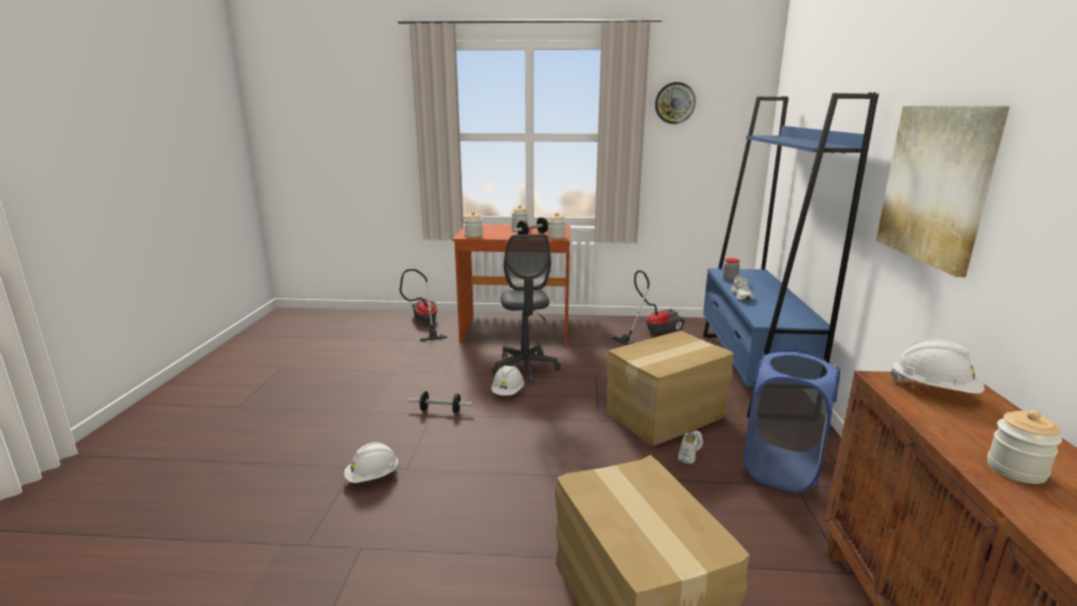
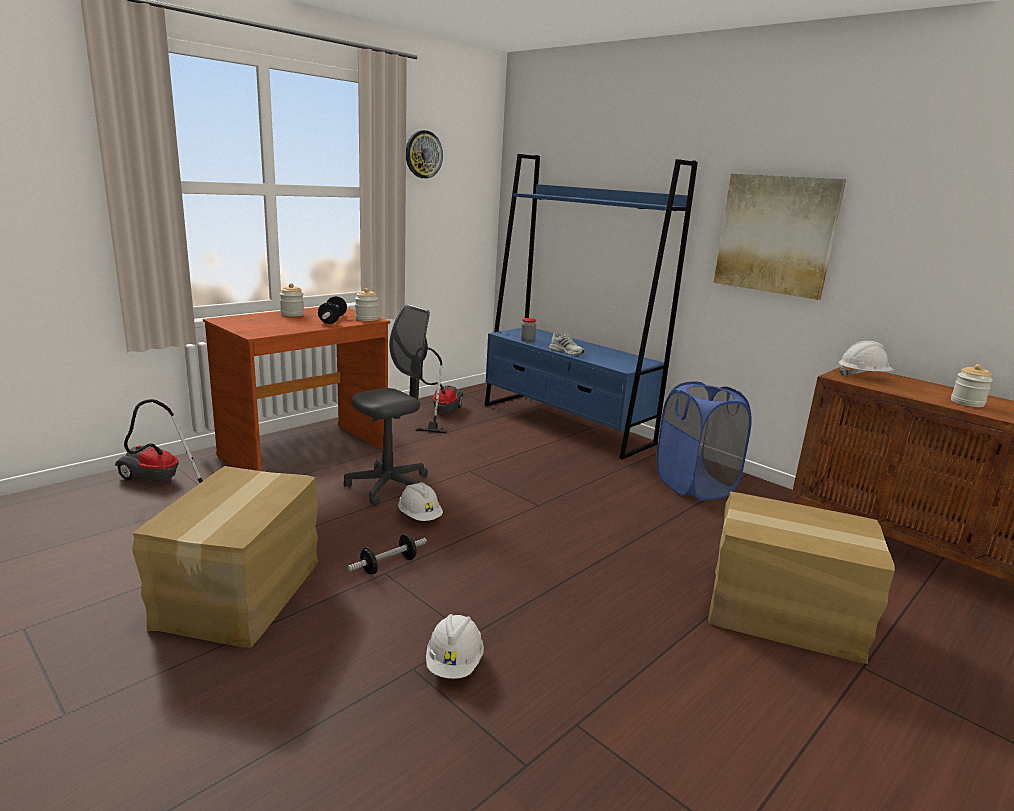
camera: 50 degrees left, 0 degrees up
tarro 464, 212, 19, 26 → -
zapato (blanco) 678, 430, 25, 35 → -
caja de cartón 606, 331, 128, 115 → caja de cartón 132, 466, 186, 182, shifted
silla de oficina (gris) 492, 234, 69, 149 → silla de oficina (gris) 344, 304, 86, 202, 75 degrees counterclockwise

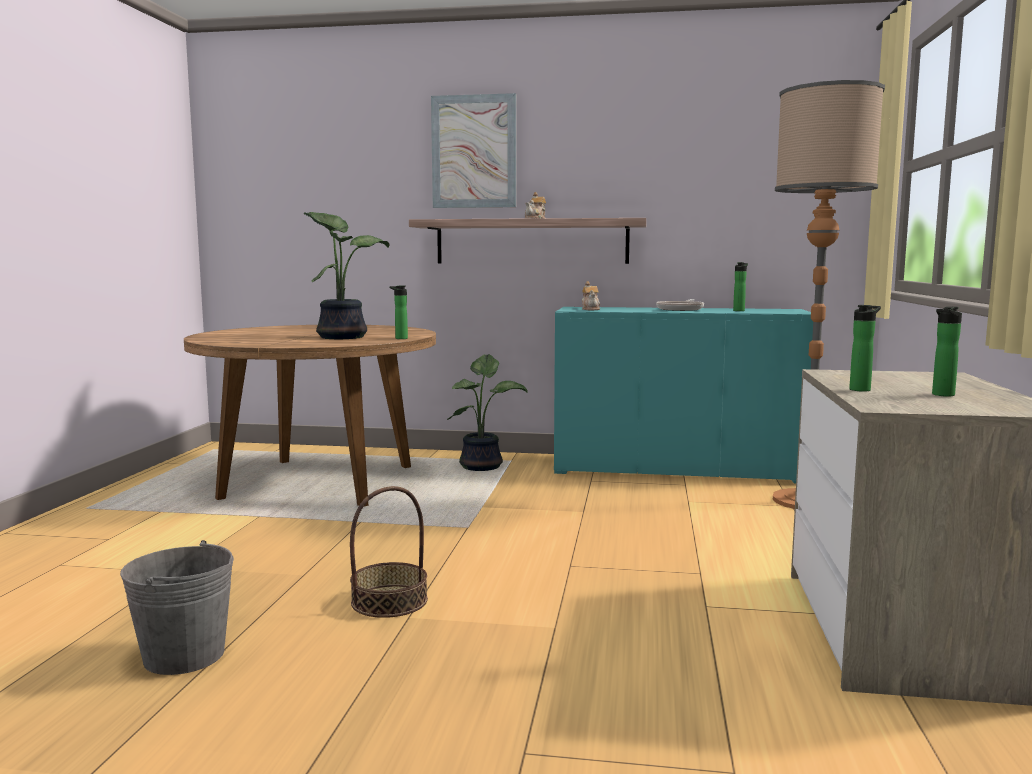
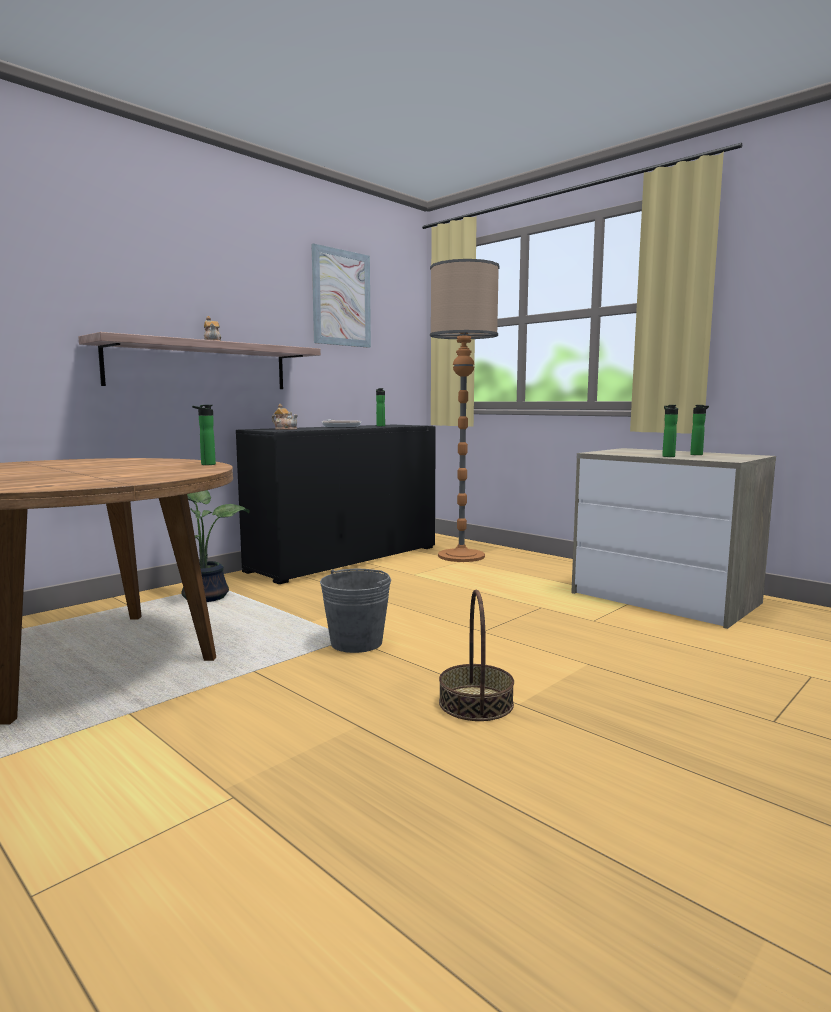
camera: 55 degrees left, 0 degrees up
planta en maceta 303, 212, 87, 127 → -
cubo (gris) 120, 540, 114, 135 → cubo (gris) 320, 569, 71, 84, shifted
cuadro 431, 93, 85, 115 → cuadro 311, 243, 60, 105, shifted
armario (turquesa) 554, 307, 259, 176 → armario (negro) 236, 425, 200, 159

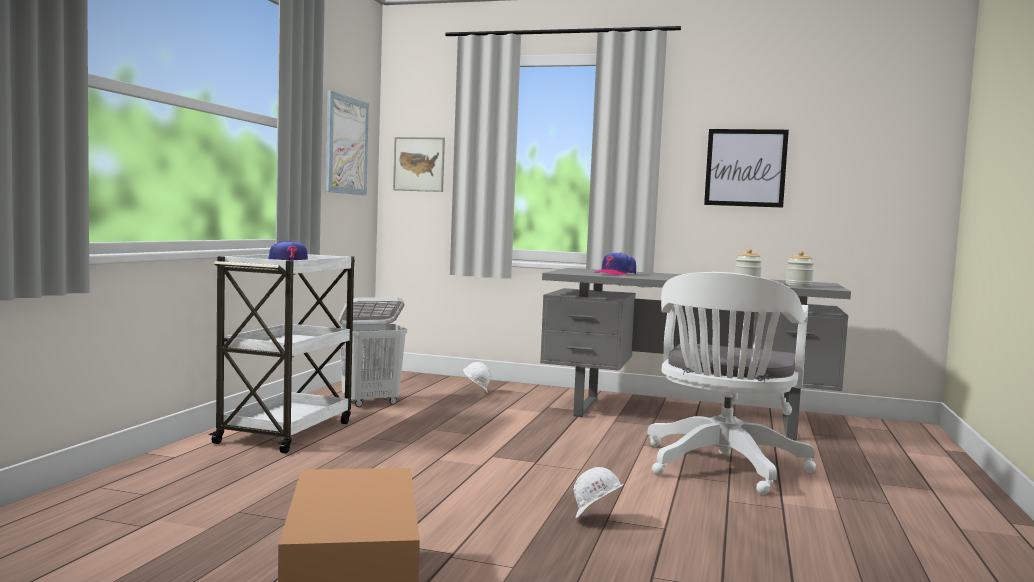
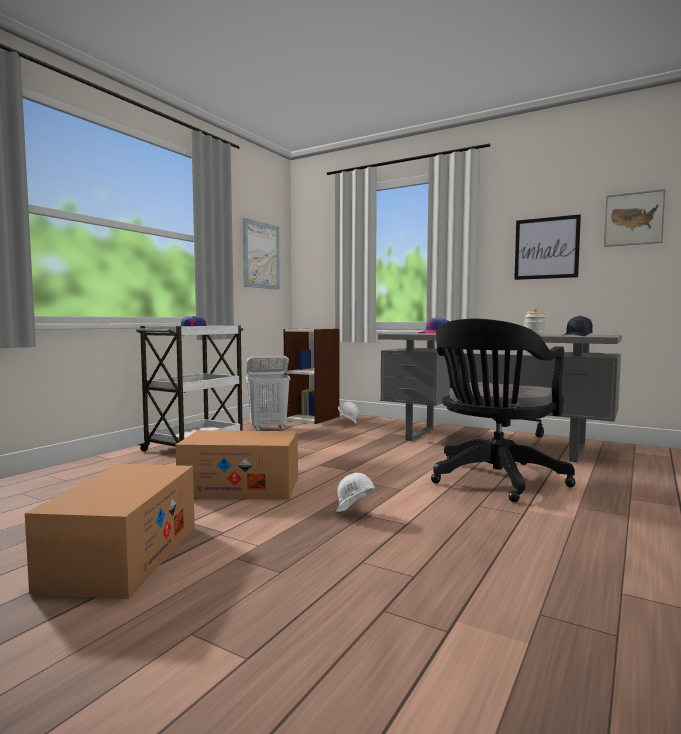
camera: 15 degrees right, 0 degrees up
- → caja de cartón 175, 430, 123, 69
- → estantería 284, 328, 56, 96
cuadro 393, 137, 52, 55 → cuadro 604, 189, 61, 58, shifted
tarro 786, 251, 28, 35 → gorra (negro) 564, 316, 29, 20
silla de oficina (blanco) 647, 272, 169, 223 → silla de oficina (negro) 431, 319, 145, 183

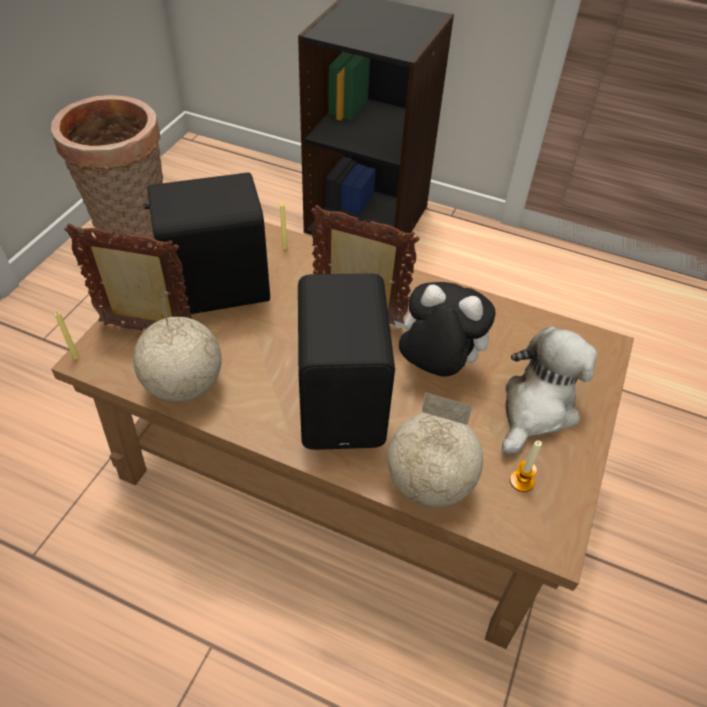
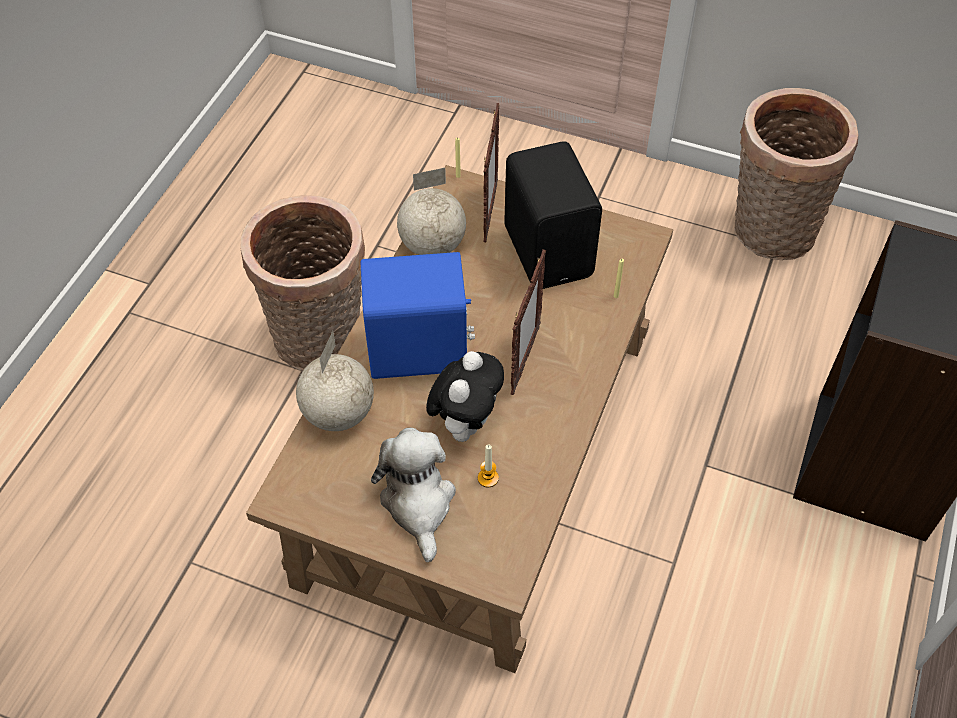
camera: 90 degrees right, 5 degrees up
- → cesta 240, 195, 125, 175
vela 510, 440, 32, 52 → vela 478, 445, 21, 43, shifted
altavoz (negro) 298, 273, 97, 177 → altavoz (azul) 361, 252, 114, 127
peluche 502, 326, 95, 129 → peluche 371, 428, 85, 134, 135 degrees counterclockwise

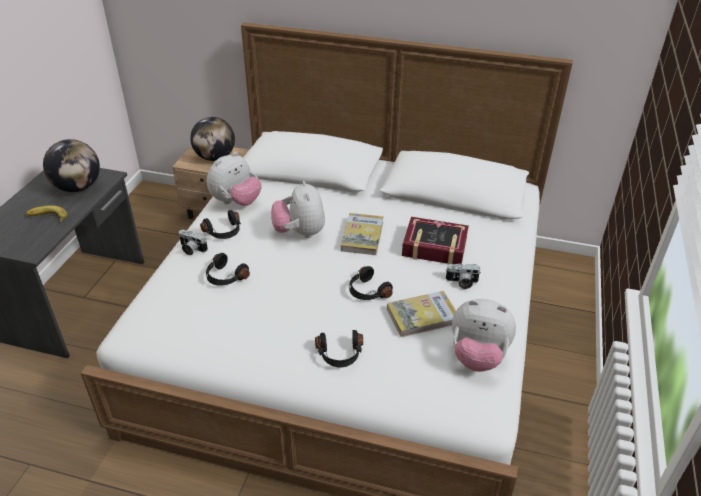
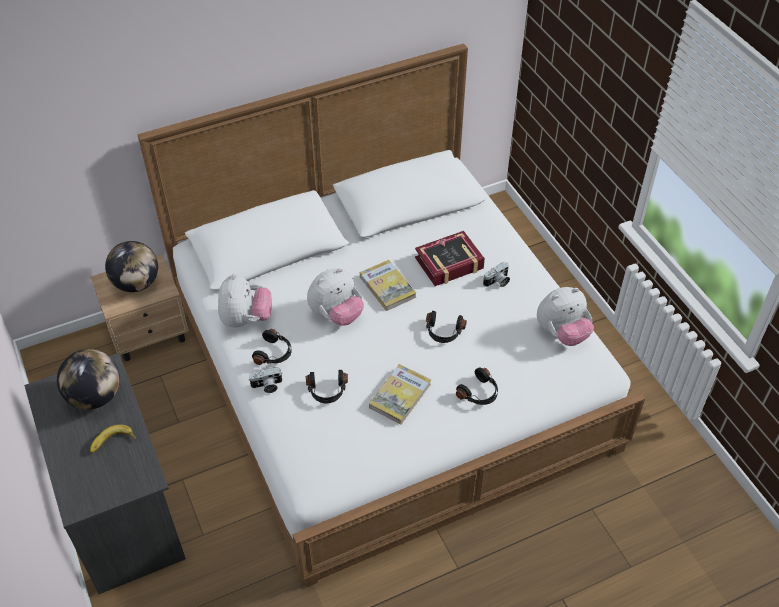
camera: 40 degrees left, 10 degrees up
libro 387, 291, 69, 46 → libro 369, 364, 62, 61, shifted
peluche 271, 181, 54, 57 → peluche 307, 268, 57, 58, 75 degrees counterclockwise

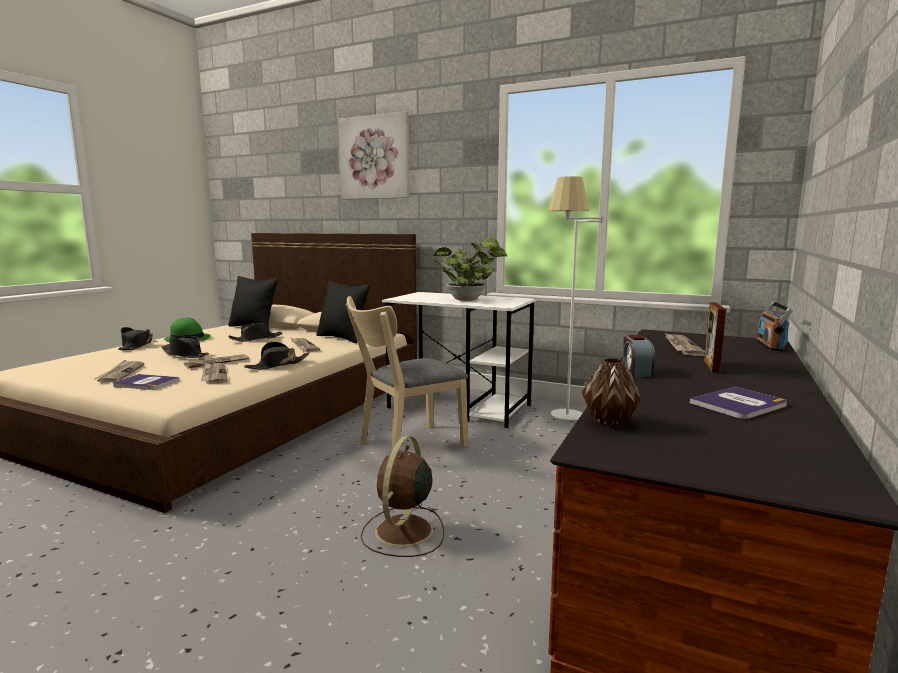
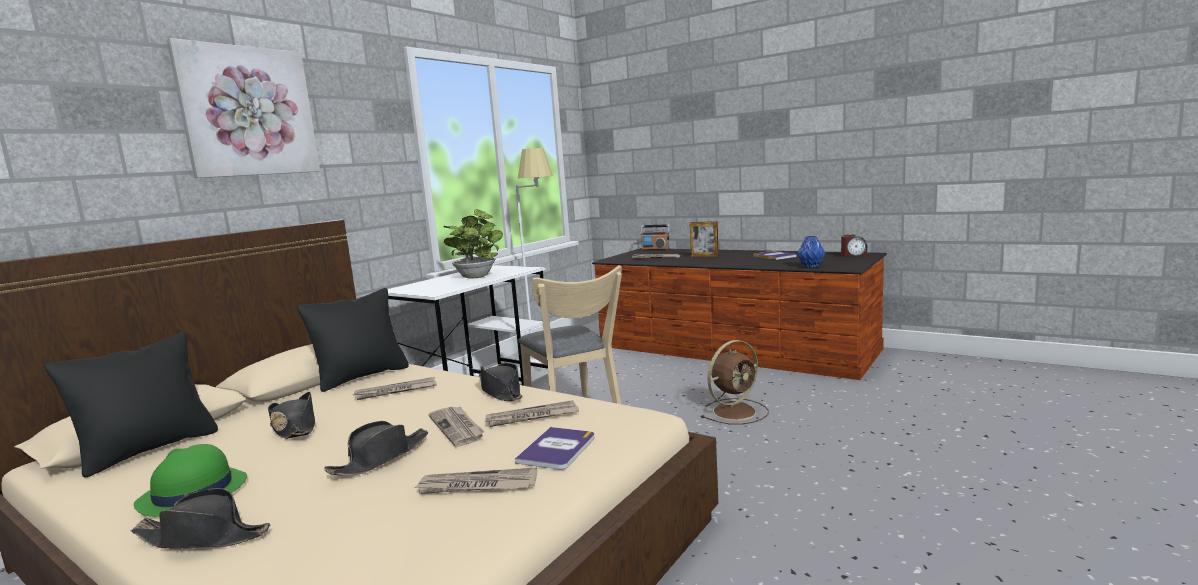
camera: 80 degrees left, 0 degrees up
despertador 622, 335, 33, 42 → despertador 841, 235, 26, 22, shifted
florero (marrón) 582, 358, 59, 69 → florero (azul) 797, 236, 28, 32
ventilador (marrón) 361, 436, 83, 121 → ventilador (marrón) 701, 340, 68, 85, 60 degrees counterclockwise

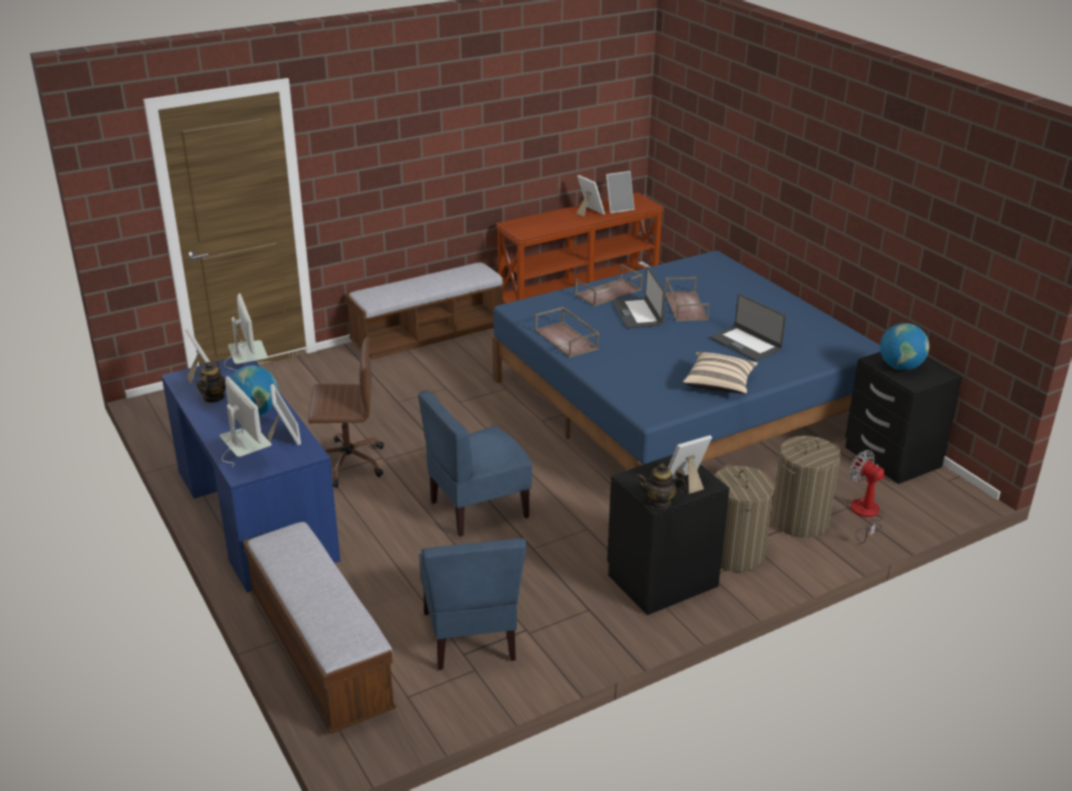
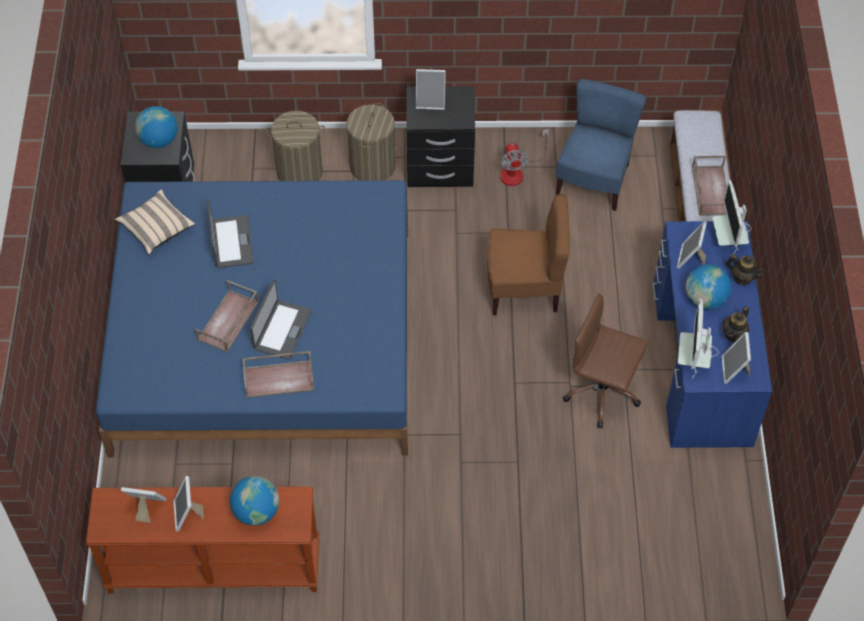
camera: 150 degrees left, 25 degrees up
banco 345, 262, 159, 98 → -
- → globo terráqueo 230, 476, 49, 50
bandeja (marrón) 535, 307, 64, 51 → bandeja (marrón) 692, 156, 35, 60, shifted
tetera 636, 463, 51, 46 → tetera 725, 254, 41, 31, shifted
cojín (beis) 683, 352, 75, 42 → cojín (beis) 115, 189, 80, 66, shifted
ventilador 849, 450, 35, 94 → ventilador 500, 129, 49, 57, shifted
silla (azul) 418, 391, 114, 146 → silla (marrón) 487, 194, 83, 121

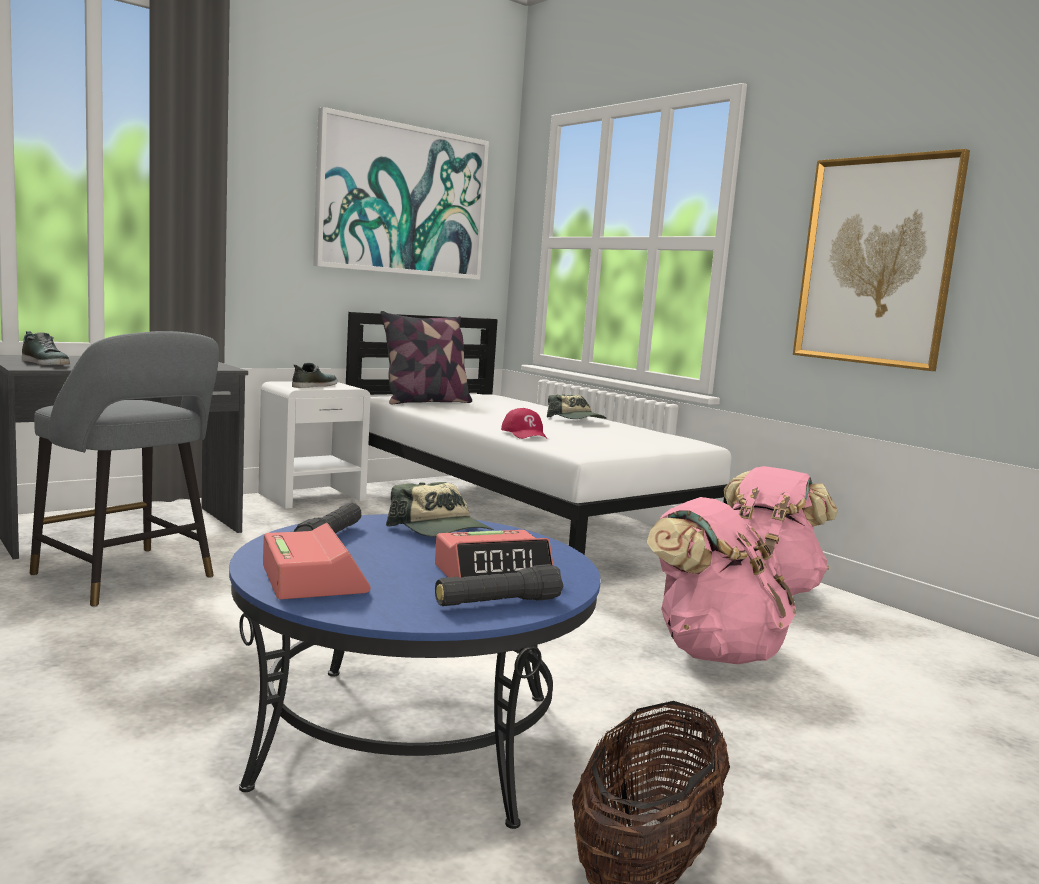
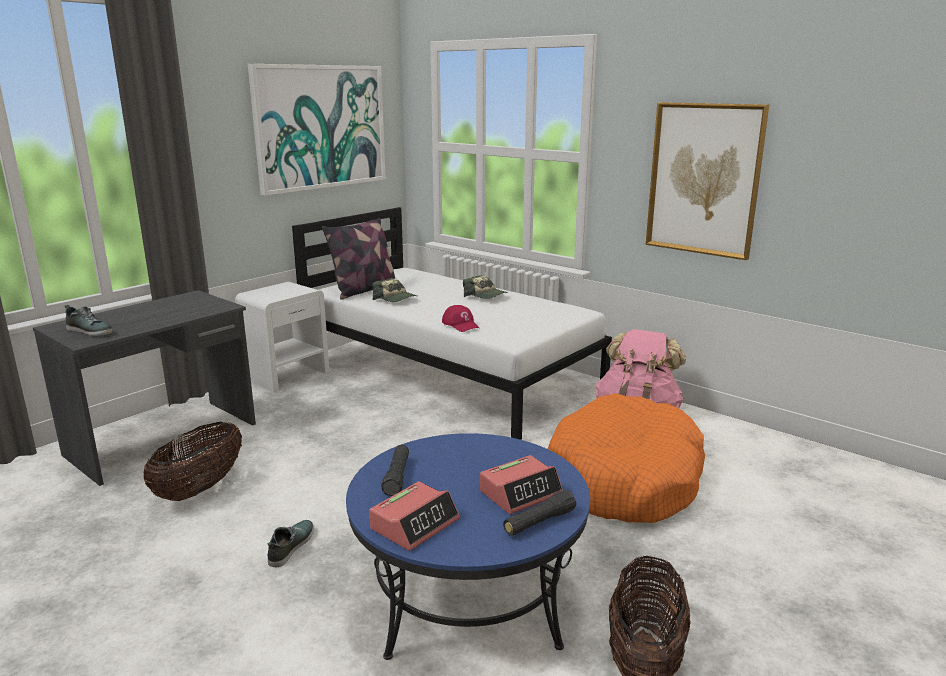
camera: 10 degrees left, 10 degrees up
zapato 292, 363, 45, 25 → zapato 268, 520, 46, 47, shifted
gorra 386, 482, 108, 55 → gorra 372, 278, 45, 24, shifted
taburete (gris) 30, 331, 189, 276 → cesta 143, 421, 99, 80
mochila (rosa) 647, 497, 149, 167 → cama para perro (naranja) 548, 393, 157, 130
despertador 263, 523, 108, 76 → despertador 369, 482, 91, 69, 75 degrees clockwise

